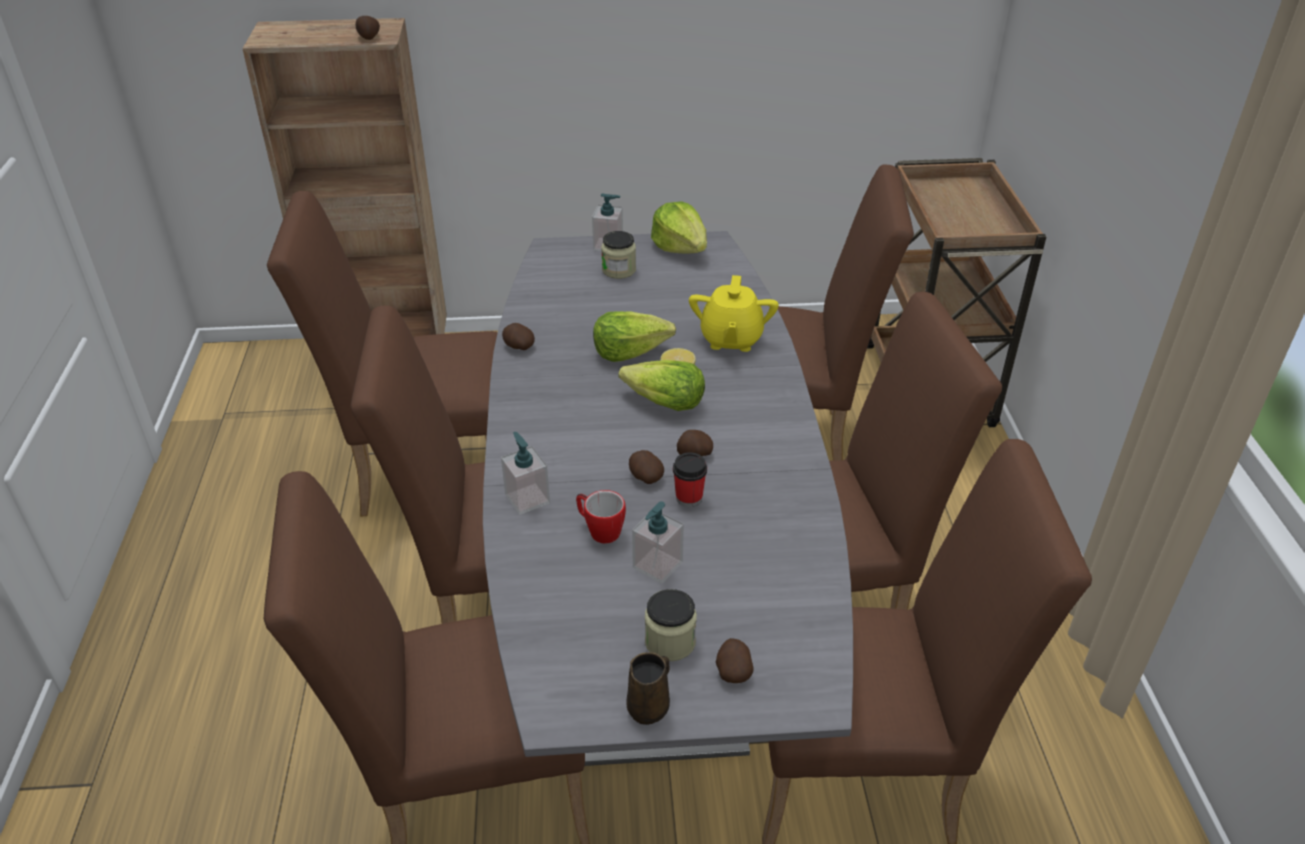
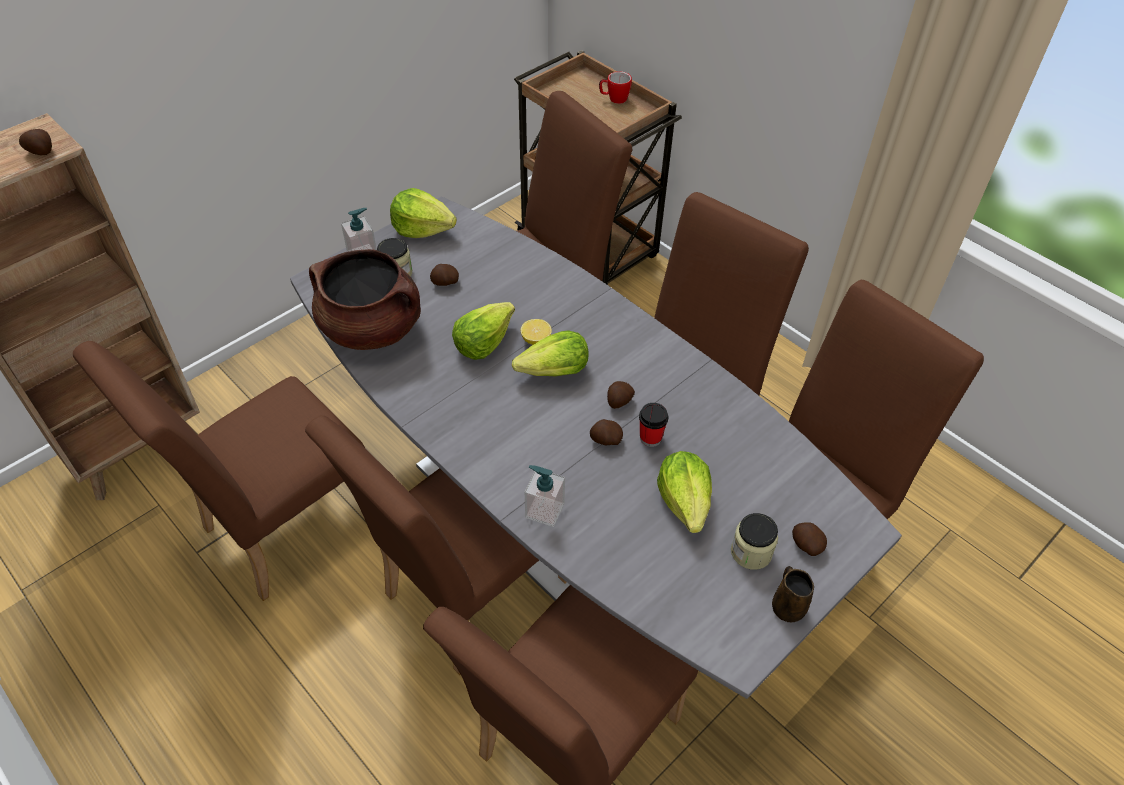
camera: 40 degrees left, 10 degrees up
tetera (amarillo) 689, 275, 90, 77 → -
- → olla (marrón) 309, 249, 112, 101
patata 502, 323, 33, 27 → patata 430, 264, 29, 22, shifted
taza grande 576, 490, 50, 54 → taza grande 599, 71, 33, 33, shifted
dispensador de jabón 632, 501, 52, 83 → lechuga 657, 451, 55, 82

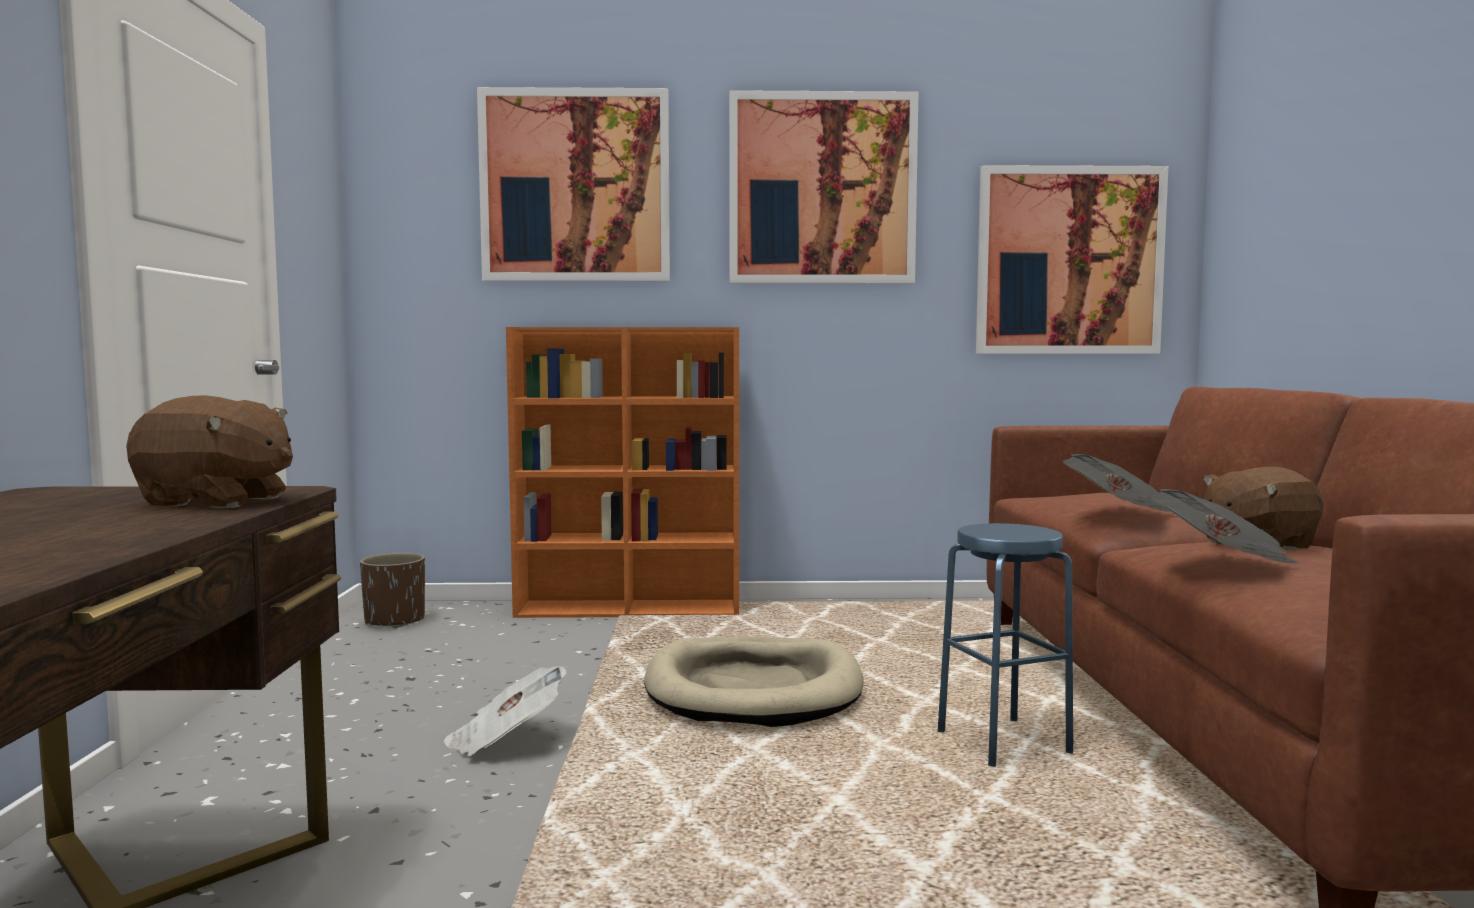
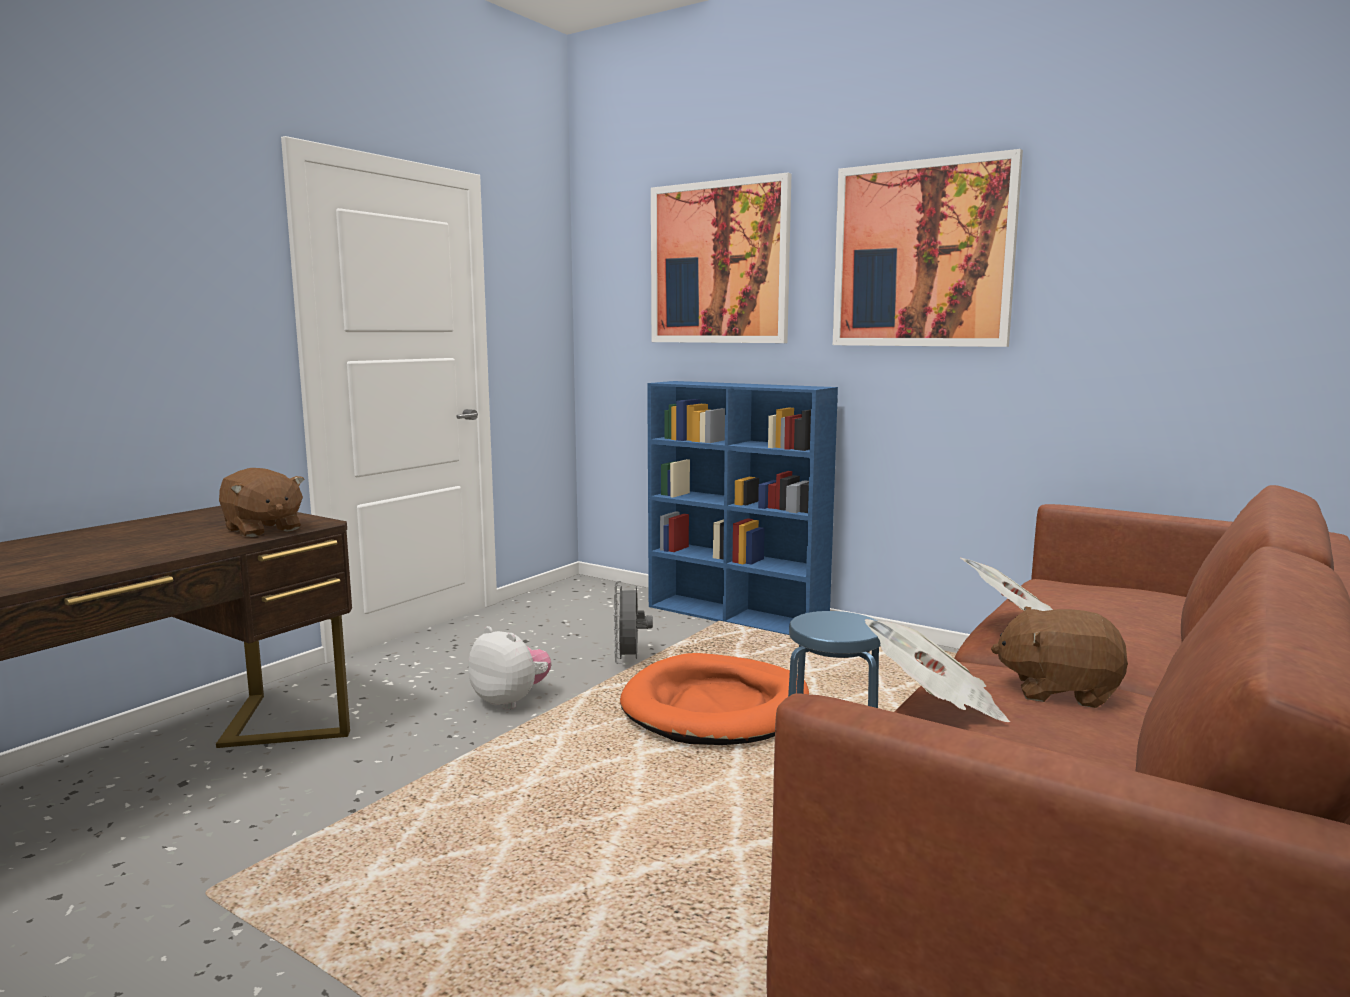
camera: 35 degrees right, 5 degrees up
maceta (marrón) 360, 553, 65, 76 → -
cuadro 976, 165, 192, 189 → -
- → ventilador (gris) 614, 581, 39, 83
periódico 443, 666, 124, 90 → peluche 468, 626, 83, 84
estantería (naranja) 506, 327, 233, 291 → estantería (azul) 647, 381, 191, 254
cama para perro (beis) 644, 636, 220, 91 → cama para perro (naranja) 620, 653, 189, 92

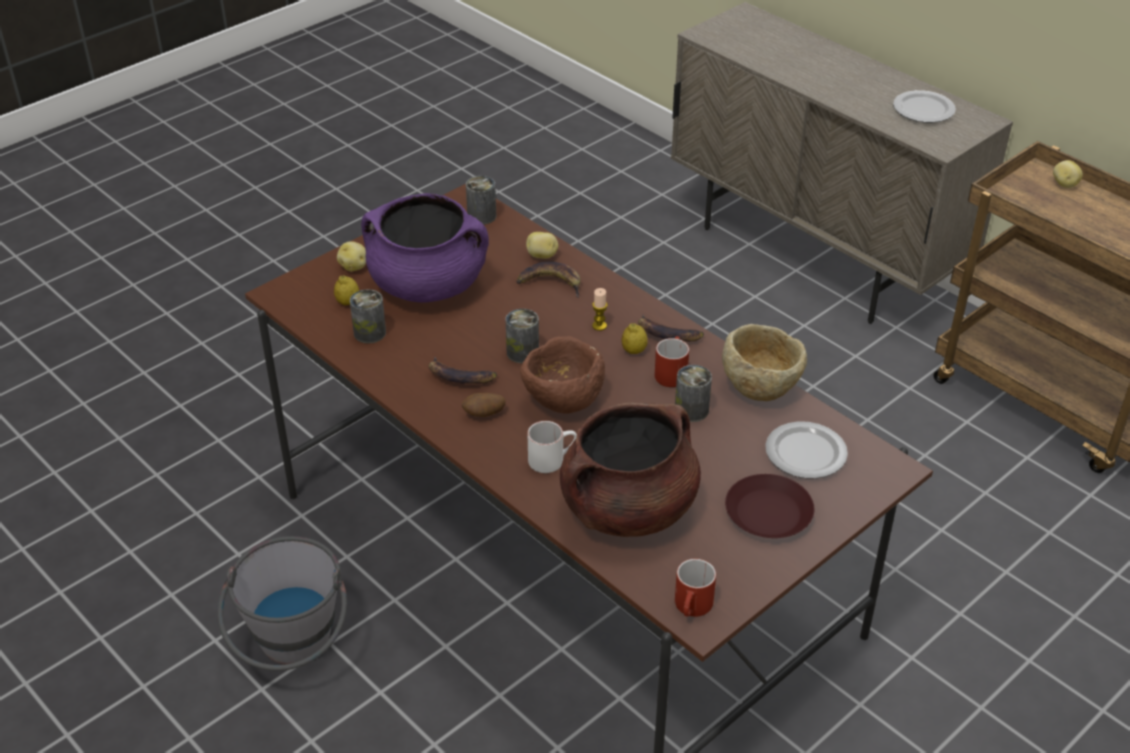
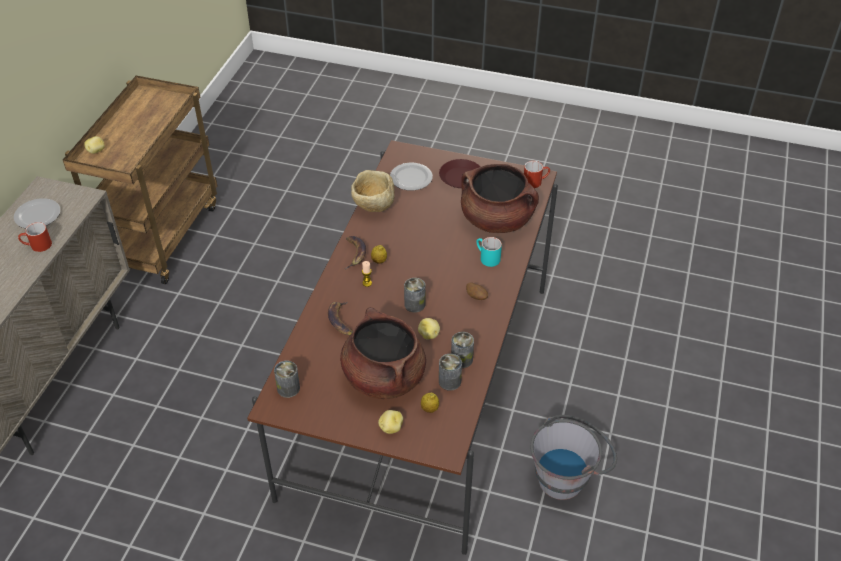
camera: 120 degrees left, 5 degrees up
plátano 429, 357, 68, 27 → -
cuenco (marrón) 520, 336, 85, 78 → -
patata 526, 232, 32, 27 → patata 418, 318, 22, 21, shifted
taza grande (rojo) 655, 336, 34, 51 → taza grande (rojo) 18, 222, 34, 30, shifted
lata 675, 365, 37, 57 → lata 451, 332, 23, 36, shifted
olla (morado) 361, 193, 128, 110 → olla (marrón) 340, 307, 86, 92
taza grande (blanco) 527, 421, 50, 52 → taza grande (turquesa) 476, 237, 26, 30

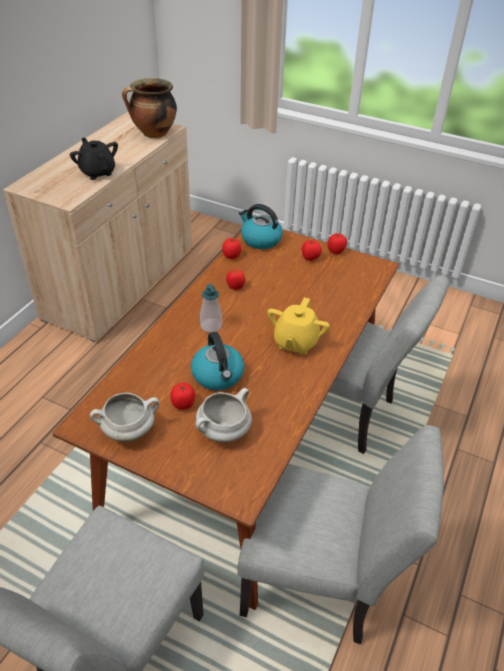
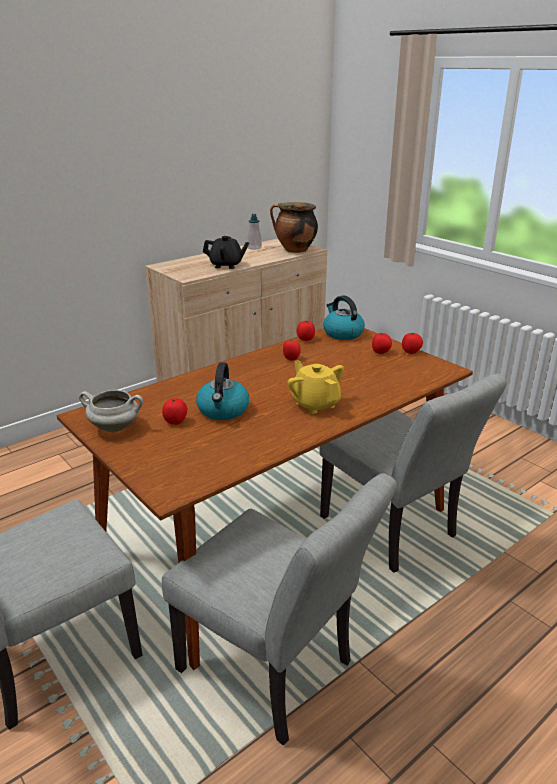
camera: 25 degrees right, 15 degrees down
olla (blanco) 195, 388, 57, 54 → -
dispensador de jabón 200, 284, 22, 49 → dispensador de jabón 247, 214, 15, 36, shifted
tetera (negro) 70, 138, 48, 42 → tetera (negro) 203, 236, 46, 33, 105 degrees clockwise
tetera (amarillo) 267, 297, 63, 58 → tetera (amarillo) 288, 360, 56, 54, 105 degrees clockwise

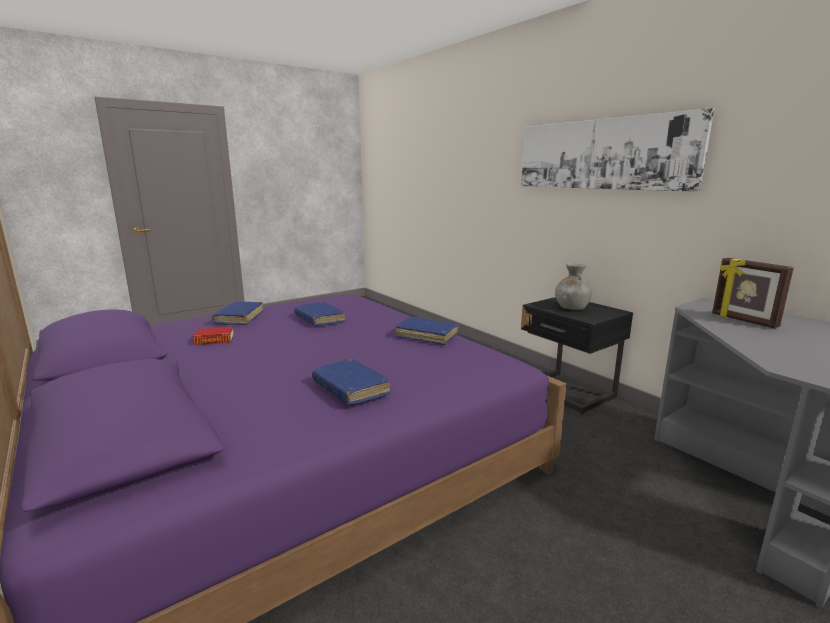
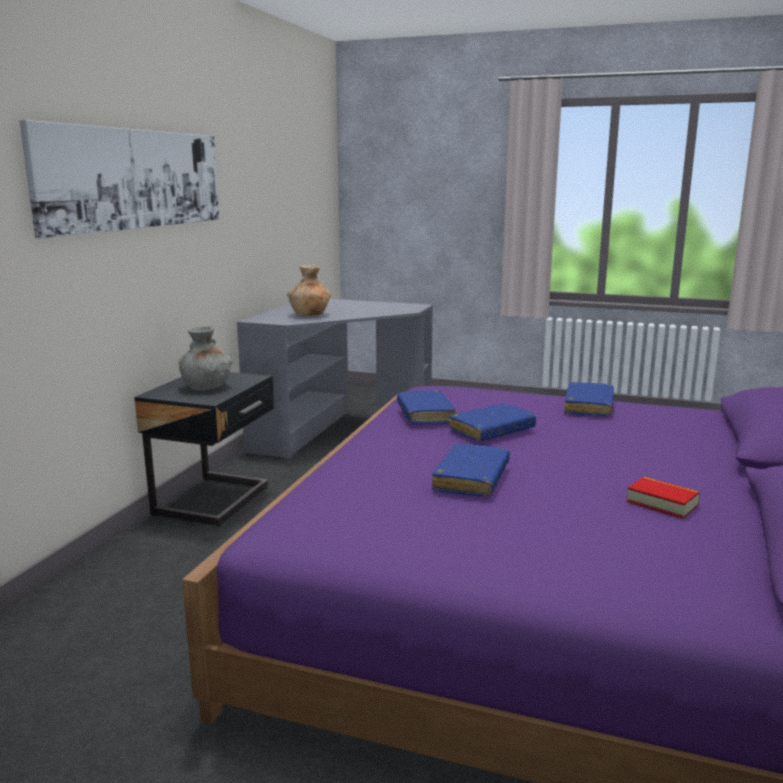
camera: 125 degrees left, 0 degrees up
libro (azul) 212, 302, 51, 23 → libro (azul) 449, 403, 87, 38, shifted
portarretratos 712, 258, 82, 71 → florero (marrón) 287, 265, 44, 51

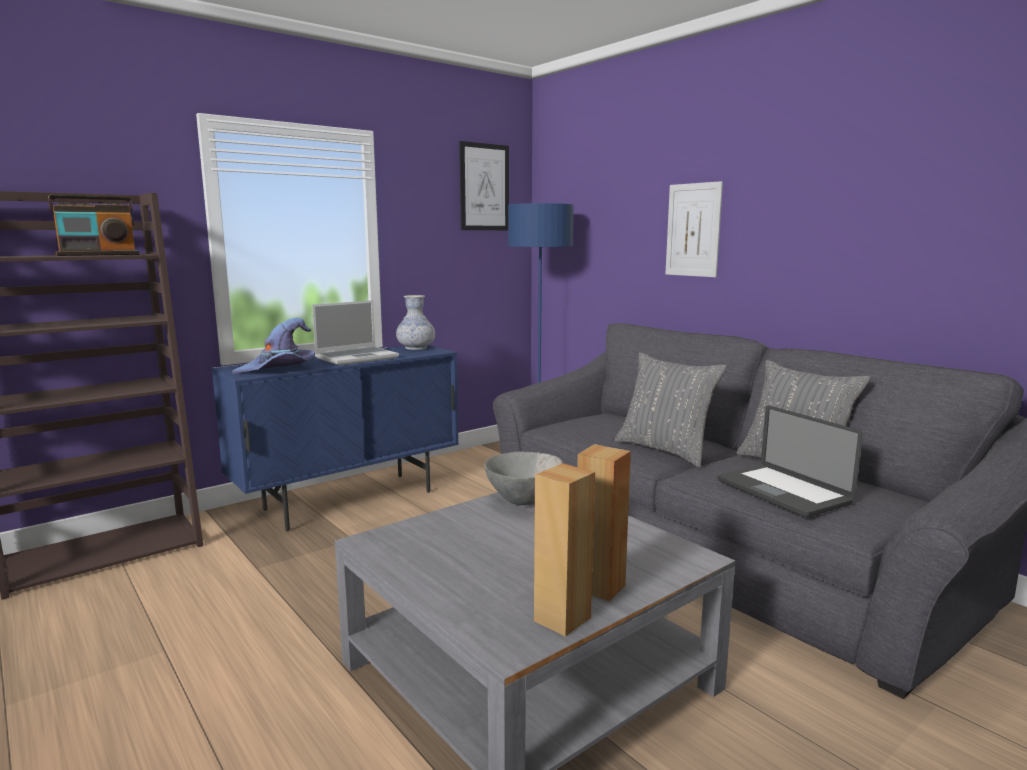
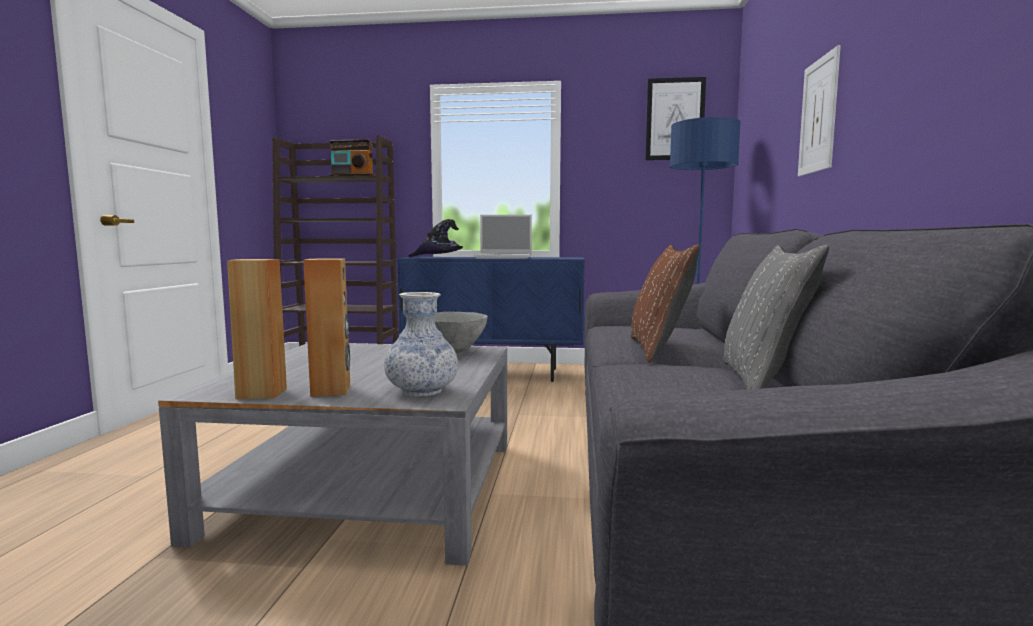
camera: 45 degrees right, 5 degrees down
portátil 717, 405, 146, 112 → -
florero 396, 295, 39, 55 → florero 384, 292, 74, 105, shifted
sombrero (morado) 232, 318, 83, 56 → sombrero (negro) 408, 219, 55, 38
cojín (gris) 615, 352, 112, 116 → cojín (marrón) 631, 245, 69, 118

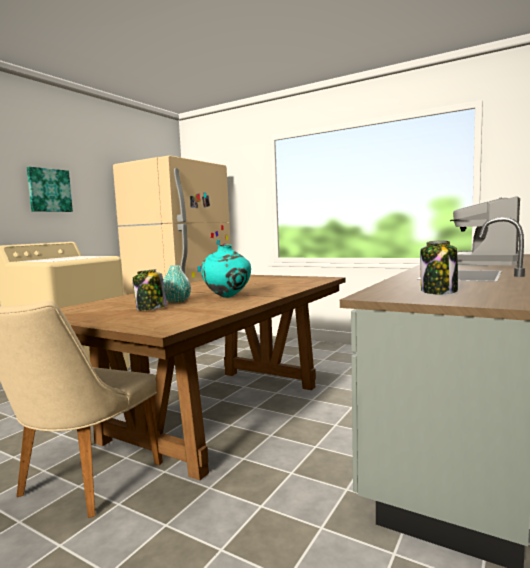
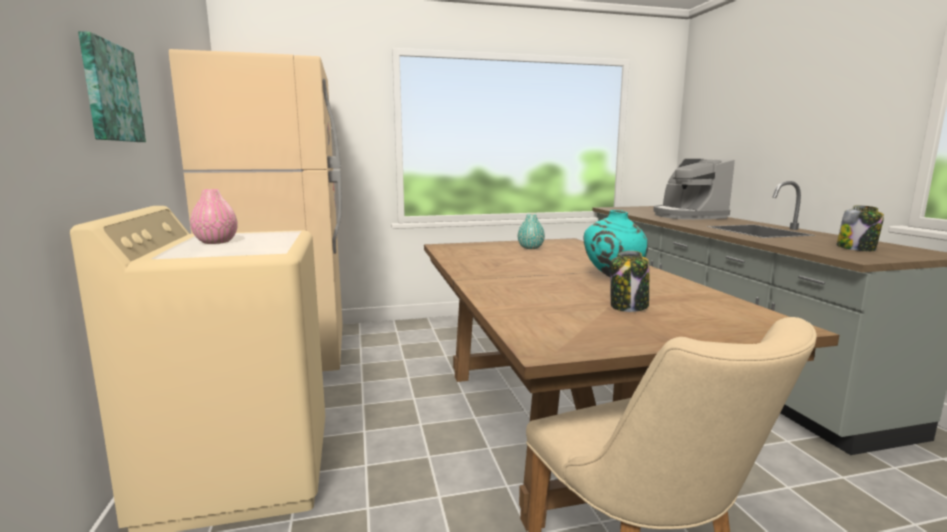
camera: 45 degrees left, 5 degrees up
- → florero (rosa) 190, 189, 48, 55
florero (turquesa) 163, 265, 28, 38 → florero (turquesa) 518, 214, 27, 35, shifted

